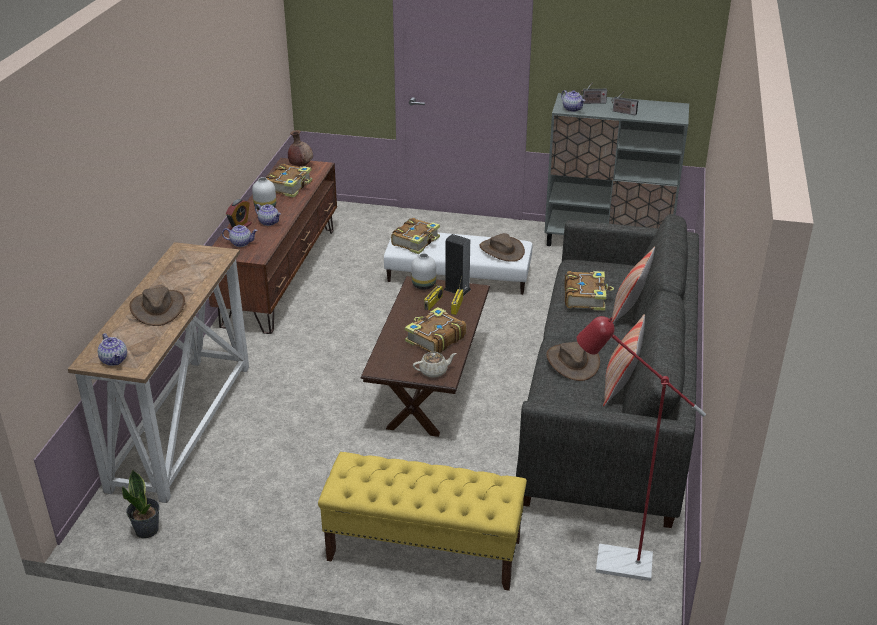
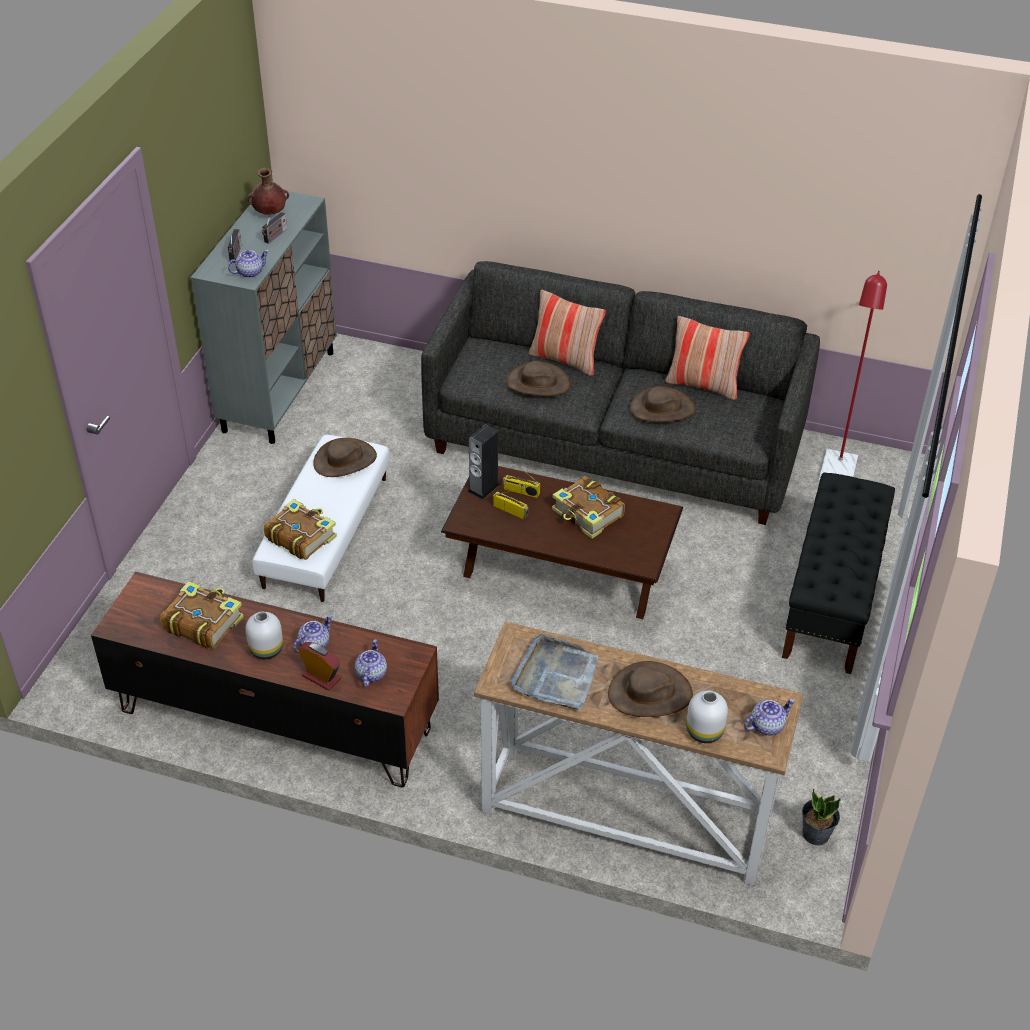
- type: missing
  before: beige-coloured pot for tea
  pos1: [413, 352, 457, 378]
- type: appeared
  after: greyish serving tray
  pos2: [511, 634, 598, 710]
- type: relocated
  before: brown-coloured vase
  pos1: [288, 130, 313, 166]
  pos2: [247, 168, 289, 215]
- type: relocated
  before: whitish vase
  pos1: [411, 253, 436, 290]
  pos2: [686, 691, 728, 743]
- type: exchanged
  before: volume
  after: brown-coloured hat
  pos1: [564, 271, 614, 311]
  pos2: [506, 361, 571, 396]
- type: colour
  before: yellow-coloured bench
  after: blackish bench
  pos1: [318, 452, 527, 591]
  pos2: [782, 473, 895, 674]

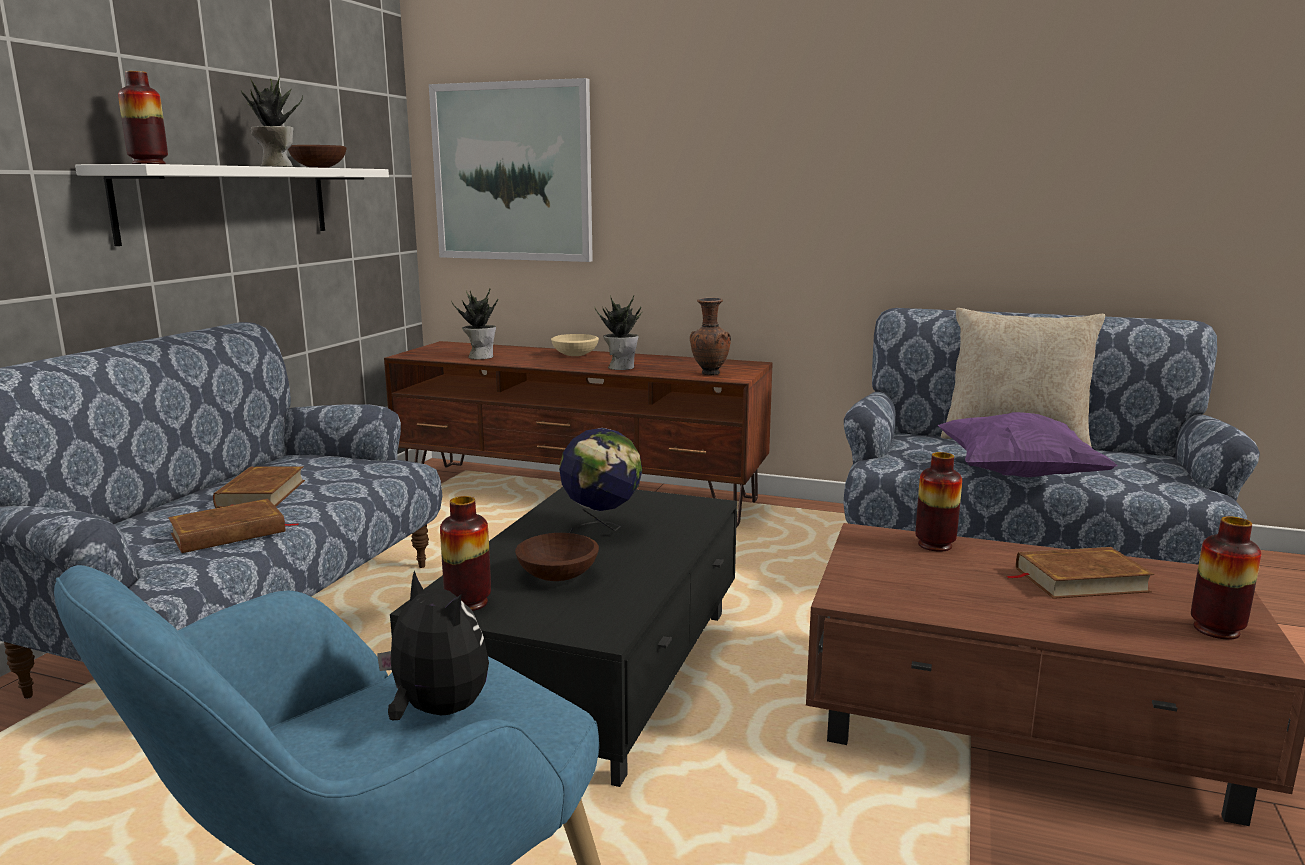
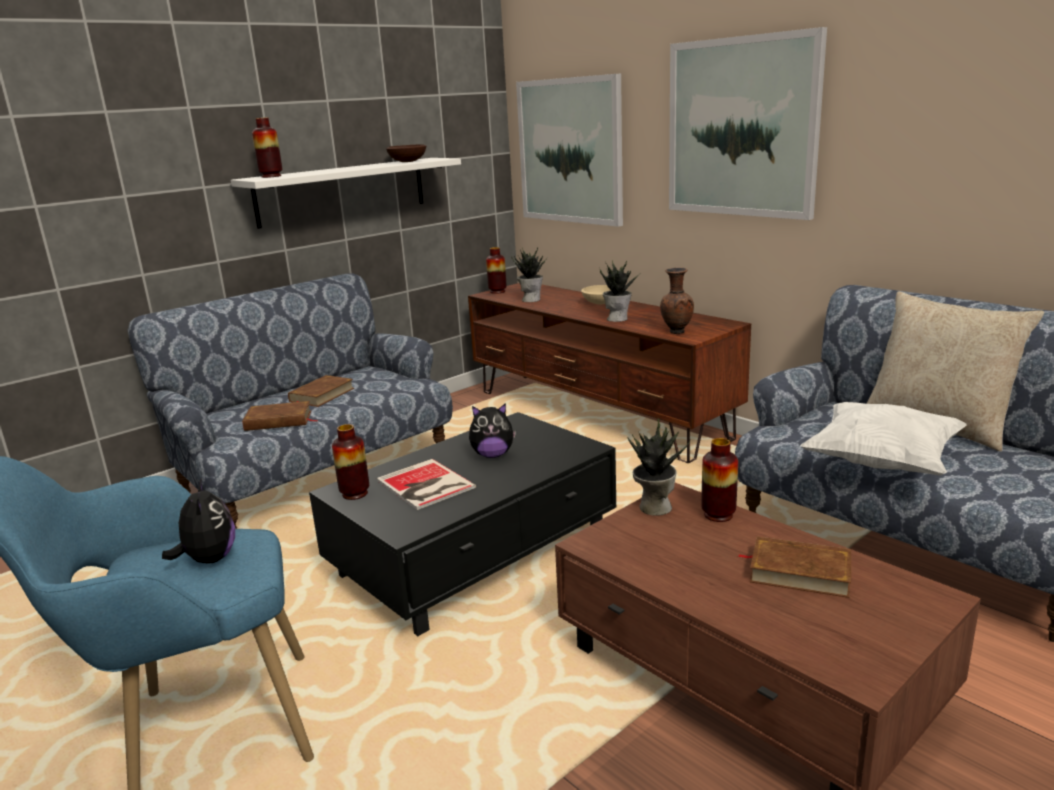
- type: appeared
  after: picture
  pos2: [669, 27, 827, 220]
- type: relocated
  before: potted plant
  pos1: [241, 77, 303, 167]
  pos2: [628, 418, 690, 515]
- type: relocated
  before: vase
  pos1: [1191, 516, 1261, 640]
  pos2: [486, 247, 507, 294]
- type: exchanged
  before: brown-coloured deep dish
  after: volume
  pos1: [515, 533, 599, 581]
  pos2: [376, 459, 476, 510]
- type: exchanged
  before: world globe
  after: plush toy
  pos1: [559, 428, 642, 533]
  pos2: [469, 403, 516, 458]
- type: colour
  before: purple throw pillow
  after: whitish throw pillow
  pos1: [938, 412, 1118, 477]
  pos2: [800, 402, 967, 476]

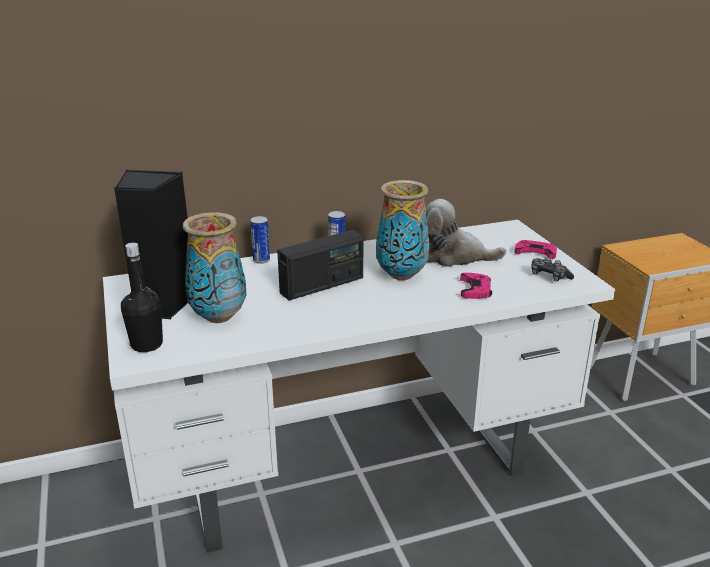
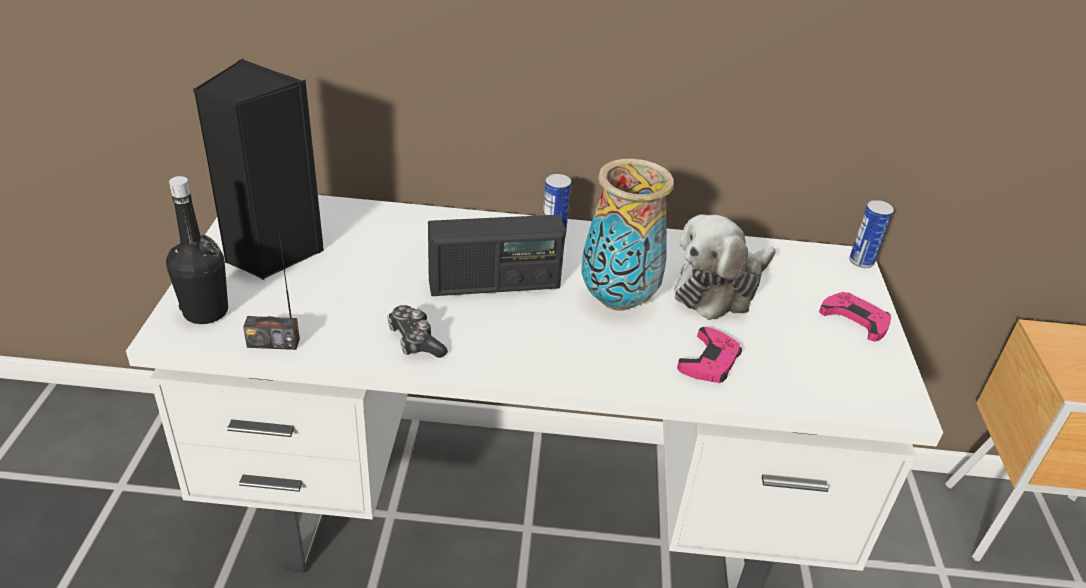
- type: missing
  before: vase
  pos1: [183, 212, 247, 323]
- type: appeared
  after: radio
  pos2: [243, 234, 300, 350]
- type: relocated
  before: metal can
  pos1: [250, 216, 270, 264]
  pos2: [849, 200, 894, 268]
- type: relocated
  before: gamepad
  pos1: [531, 257, 574, 282]
  pos2: [387, 305, 448, 358]
- type: spun
  before: plush toy
  pos1: [425, 199, 506, 267]
  pos2: [674, 214, 776, 320]
  turn: -75

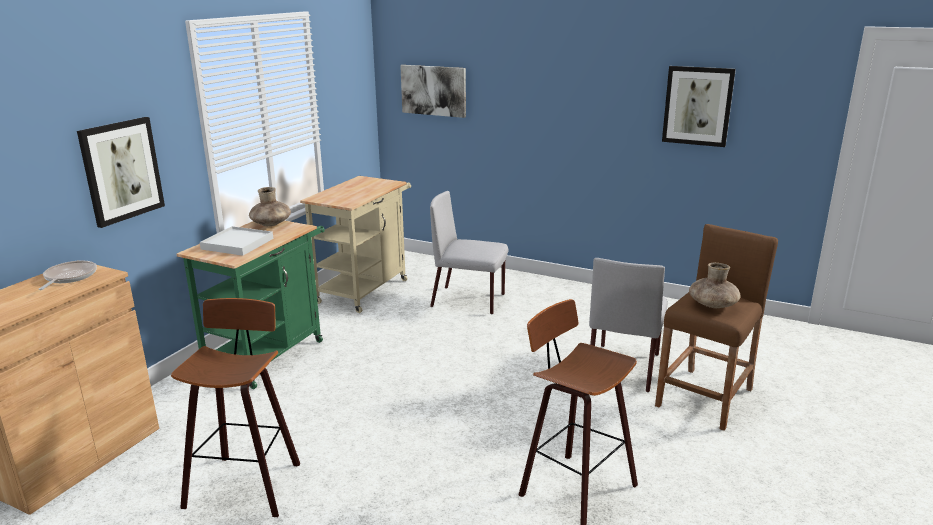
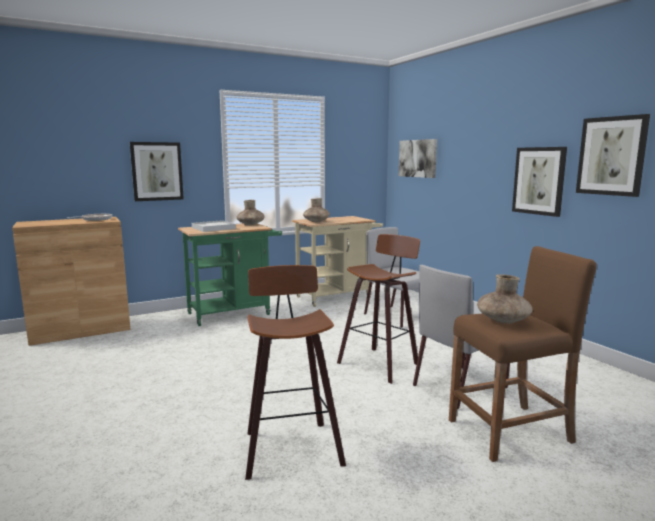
- type: appeared
  after: brown-coloured vase
  pos2: [303, 198, 330, 222]
- type: appeared
  after: picture
  pos2: [512, 147, 567, 217]
- type: relocated
  before: sitting stool
  pos1: [171, 298, 300, 517]
  pos2: [337, 234, 420, 384]

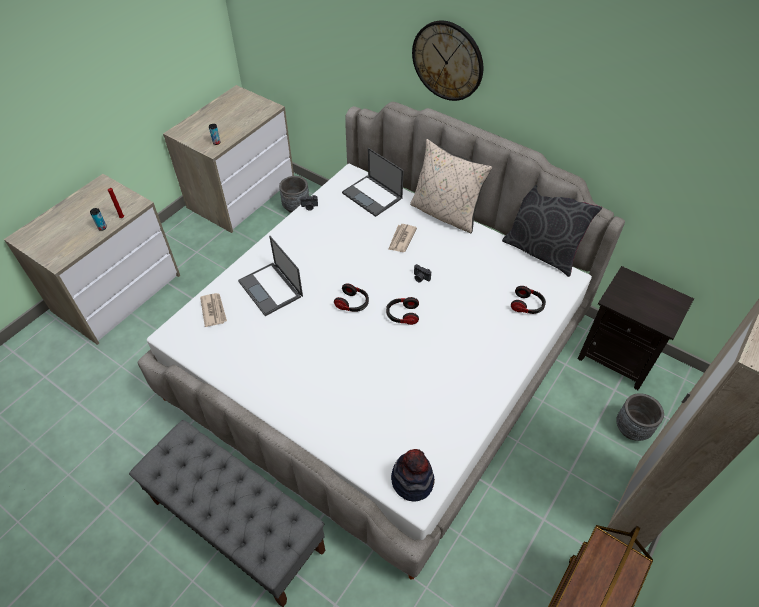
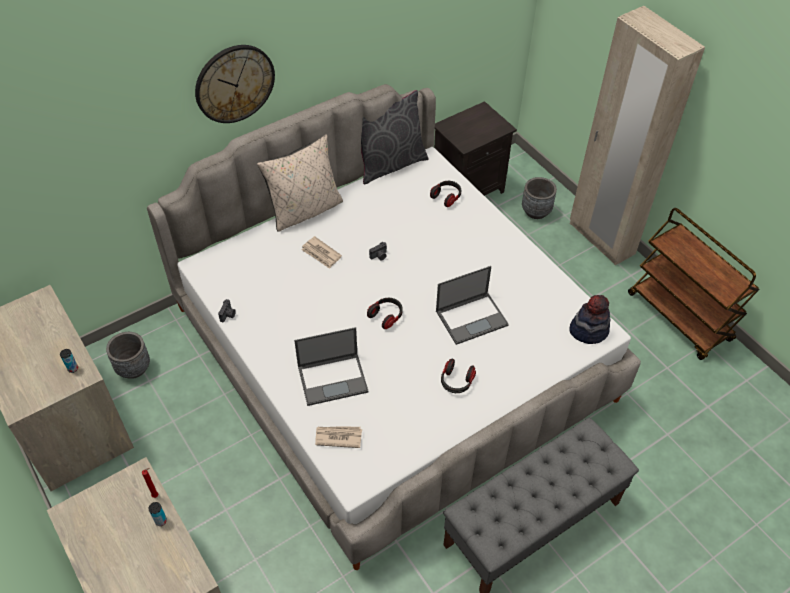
- type: relocated
  before: portable computer
  pos1: [342, 148, 404, 217]
  pos2: [436, 266, 509, 345]
- type: relocated
  before: headset
  pos1: [386, 297, 419, 325]
  pos2: [441, 359, 476, 393]

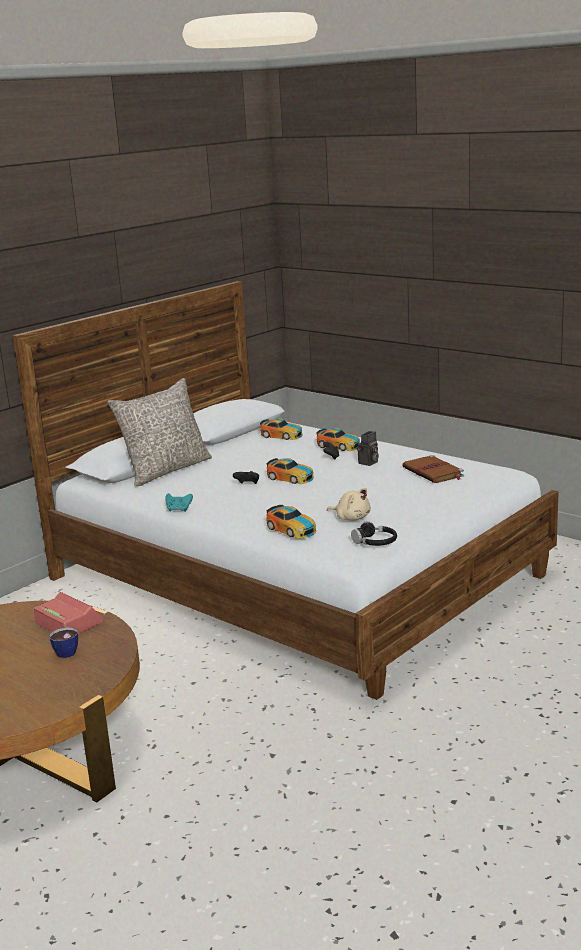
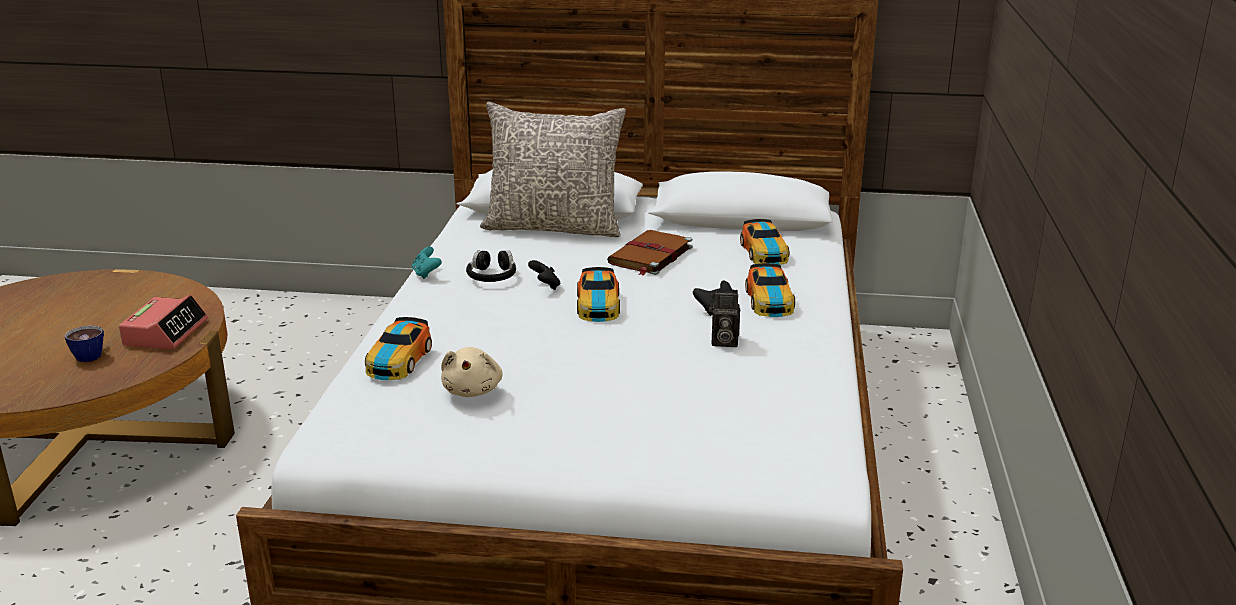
- type: relocated
  before: blackish headset
  pos1: [351, 521, 397, 546]
  pos2: [466, 250, 516, 282]
- type: relocated
  before: brown-coloured volume
  pos1: [402, 455, 464, 483]
  pos2: [607, 230, 693, 276]

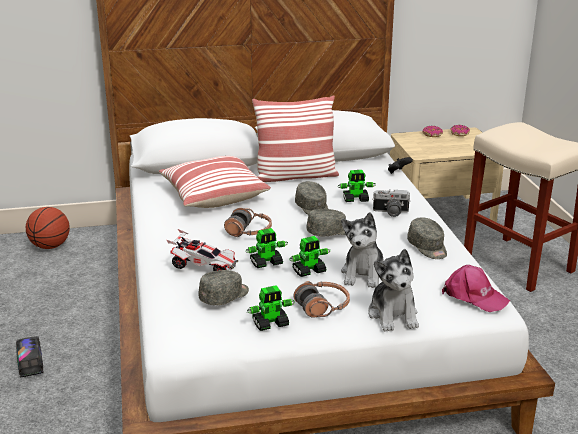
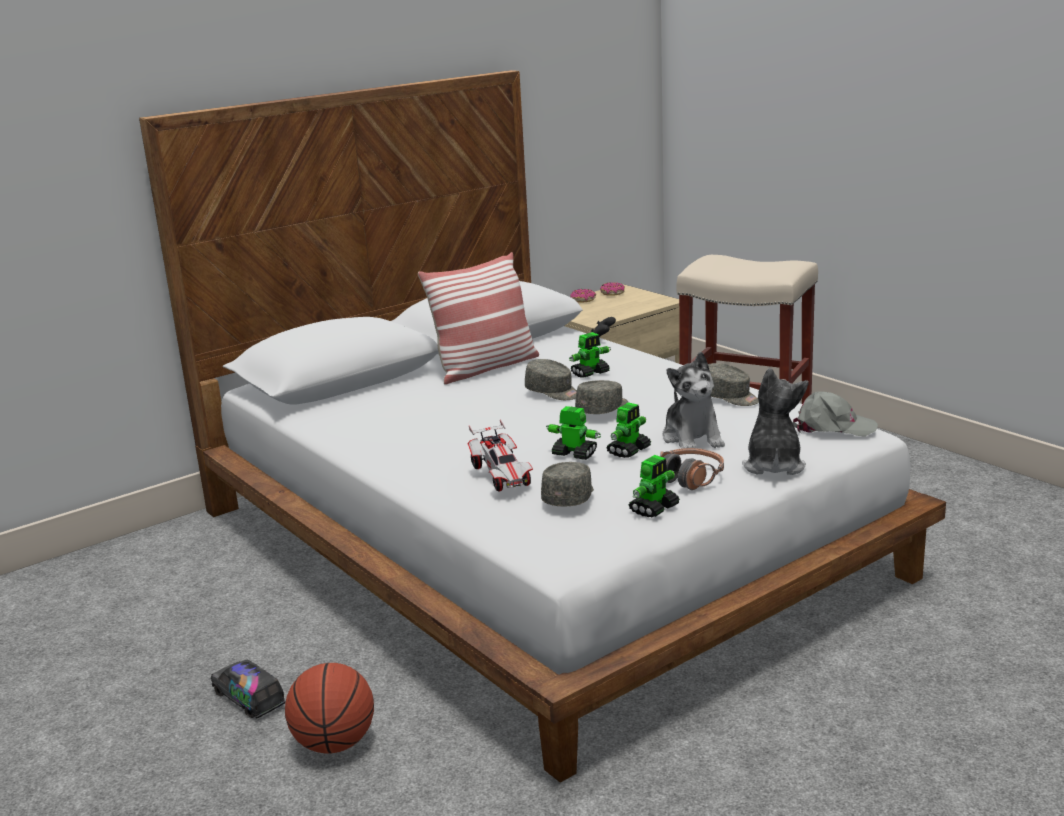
- type: missing
  before: throw pillow
  pos1: [159, 156, 271, 208]
- type: missing
  before: headset
  pos1: [224, 208, 272, 237]
- type: missing
  before: photo camera
  pos1: [372, 189, 410, 217]
- type: relocated
  before: basketball ball
  pos1: [26, 207, 70, 249]
  pos2: [285, 663, 374, 753]
- type: colour
  before: pink-coloured cap
  after: greyish cap
  pos1: [442, 265, 510, 312]
  pos2: [793, 391, 878, 437]
- type: spun
  before: model car
  pos1: [167, 229, 238, 271]
  pos2: [467, 419, 533, 492]
  turn: 75
- type: spun
  before: toy robot
  pos1: [245, 228, 288, 268]
  pos2: [546, 406, 601, 460]
  turn: -105
- type: spun
  before: plush toy
  pos1: [368, 249, 419, 332]
  pos2: [742, 368, 808, 475]
  turn: -135

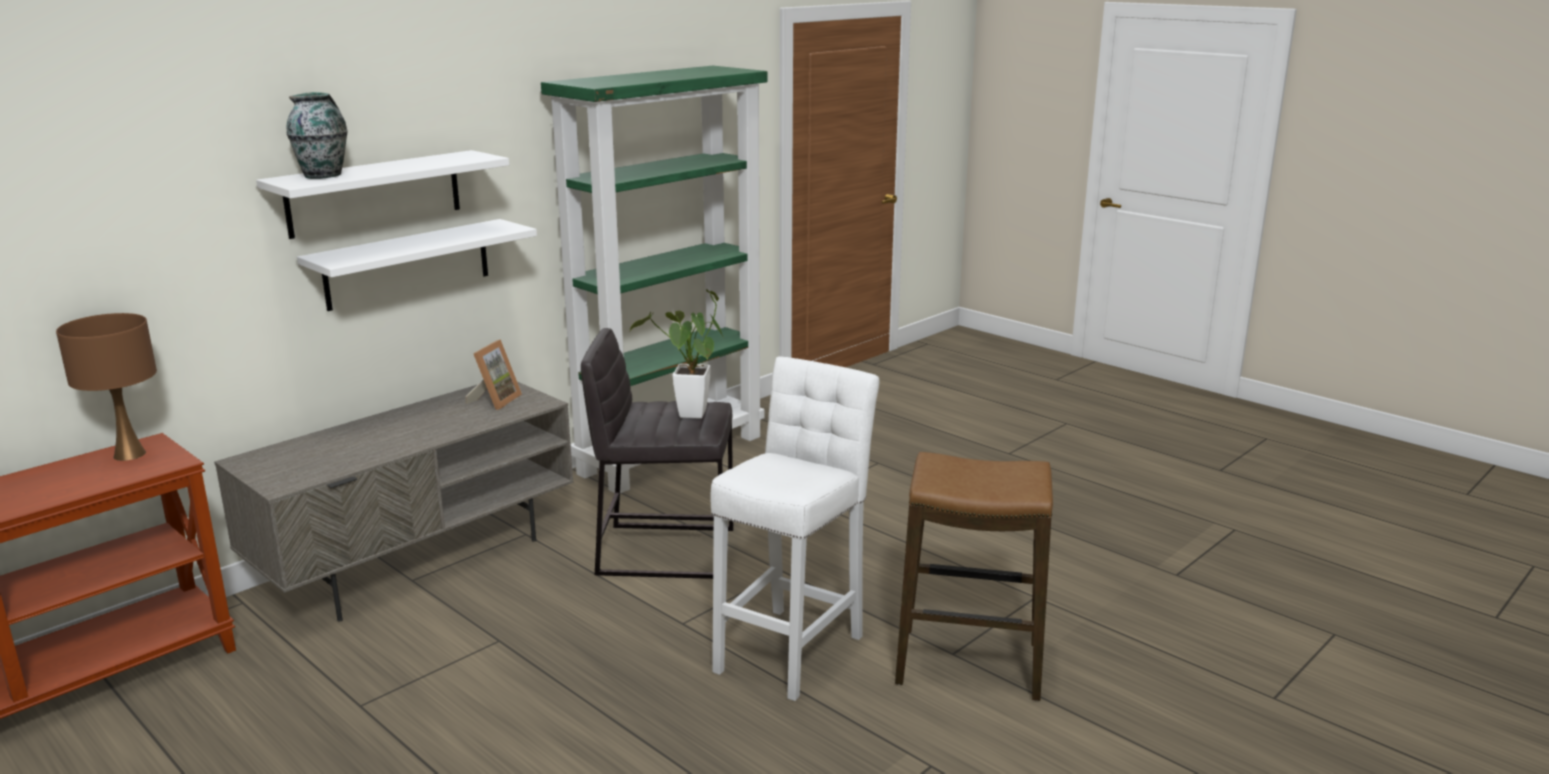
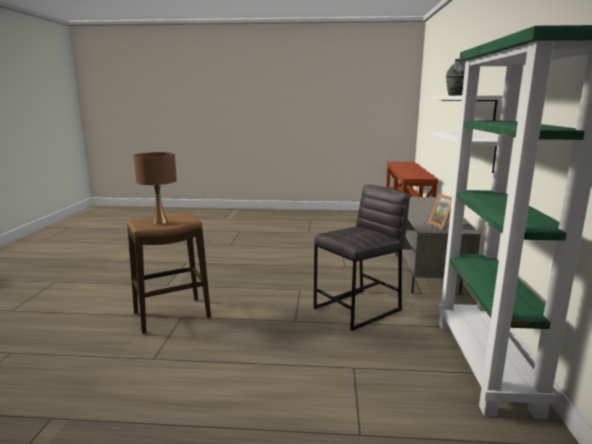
- type: missing
  before: potted plant
  pos1: [630, 289, 723, 419]
- type: missing
  before: whitish sitting stool
  pos1: [710, 356, 879, 701]
- type: relocated
  before: brown-coloured lamp for a table
  pos1: [56, 313, 157, 461]
  pos2: [134, 152, 177, 224]

